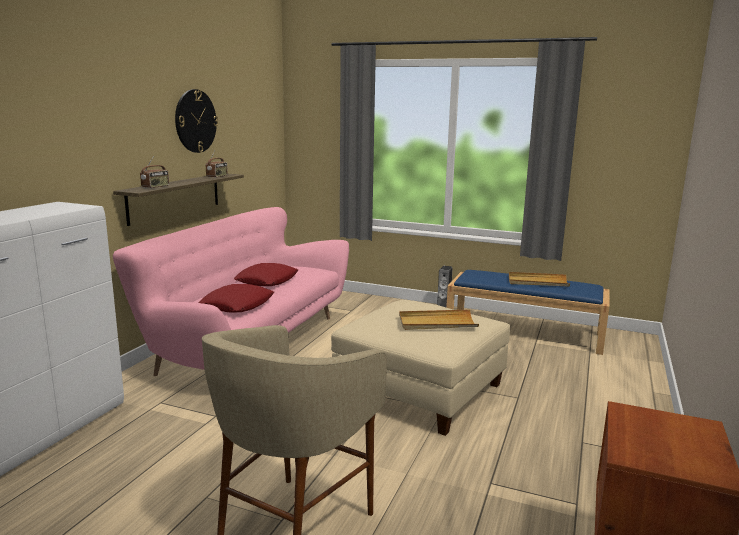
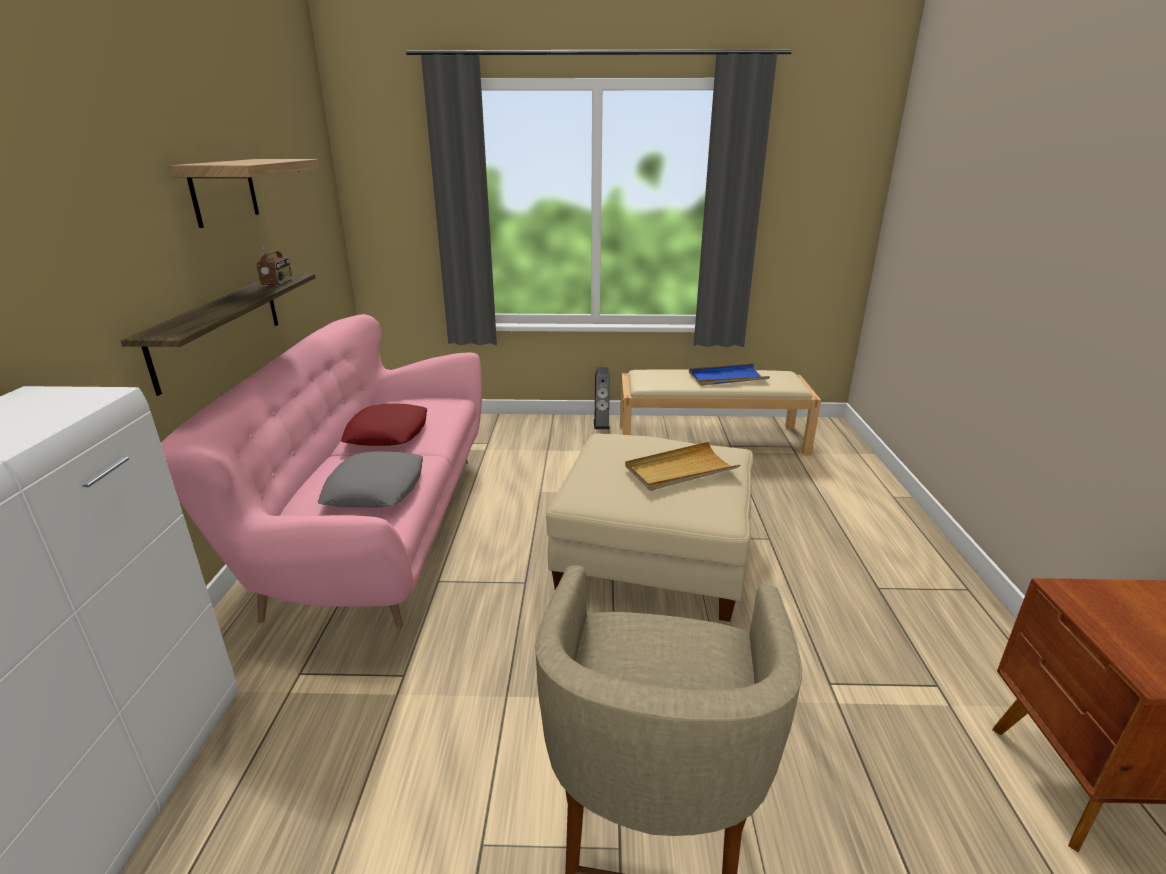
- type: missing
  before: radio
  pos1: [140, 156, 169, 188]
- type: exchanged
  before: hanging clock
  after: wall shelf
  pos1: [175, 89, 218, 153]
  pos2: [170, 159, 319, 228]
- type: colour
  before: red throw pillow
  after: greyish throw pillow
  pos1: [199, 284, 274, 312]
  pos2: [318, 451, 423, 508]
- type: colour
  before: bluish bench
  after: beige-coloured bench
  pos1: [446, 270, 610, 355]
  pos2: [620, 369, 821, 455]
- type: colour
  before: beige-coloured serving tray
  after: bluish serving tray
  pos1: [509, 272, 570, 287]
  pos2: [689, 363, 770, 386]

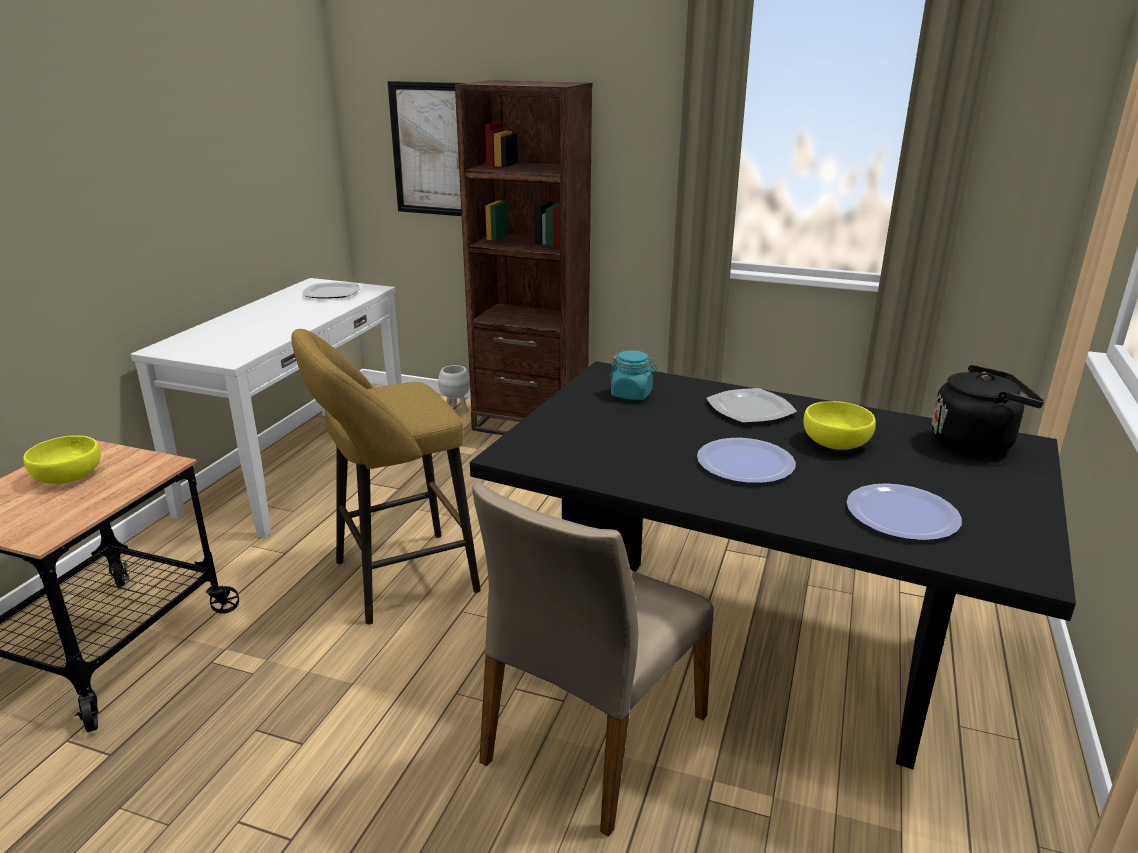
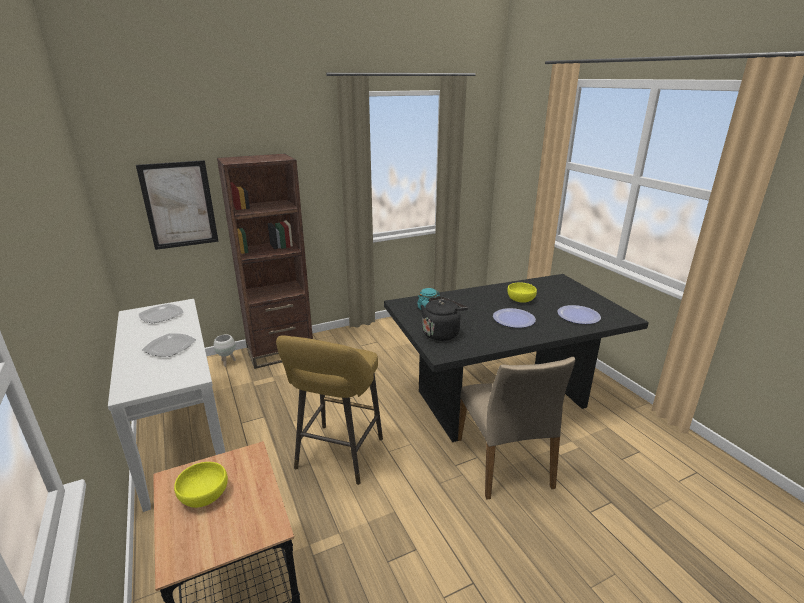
- type: relocated
  before: plate
  pos1: [706, 388, 797, 423]
  pos2: [142, 333, 196, 357]
- type: relocated
  before: blackish kettle
  pos1: [932, 365, 1044, 456]
  pos2: [421, 296, 468, 341]

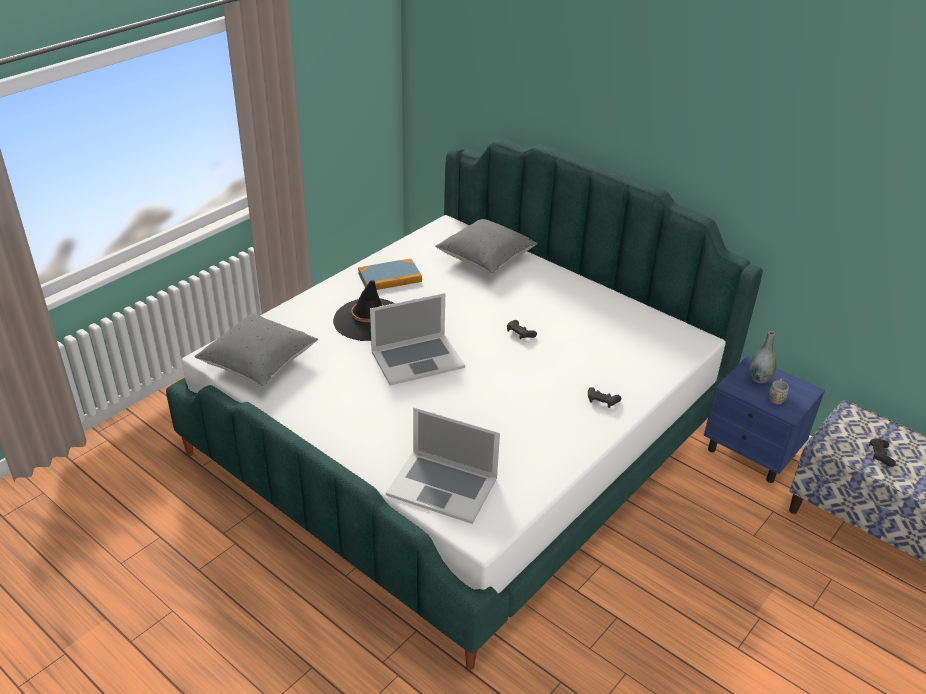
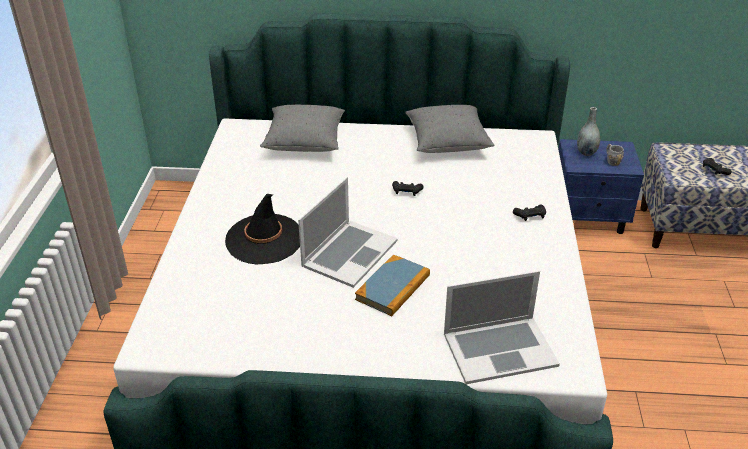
- type: relocated
  before: greyish throw pillow
  pos1: [195, 313, 318, 386]
  pos2: [405, 105, 495, 153]
- type: relocated
  before: volume
  pos1: [358, 259, 422, 290]
  pos2: [355, 255, 430, 316]

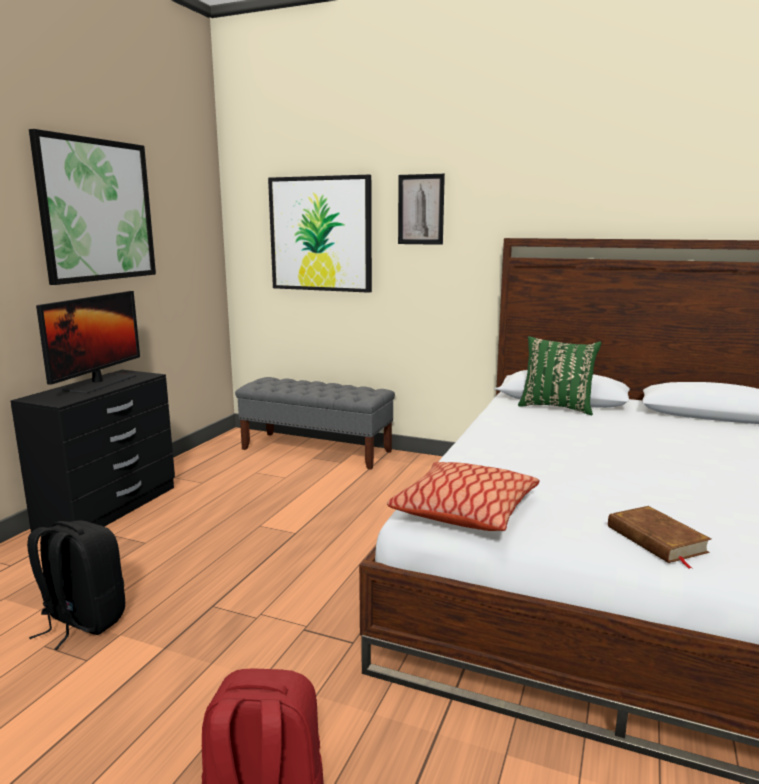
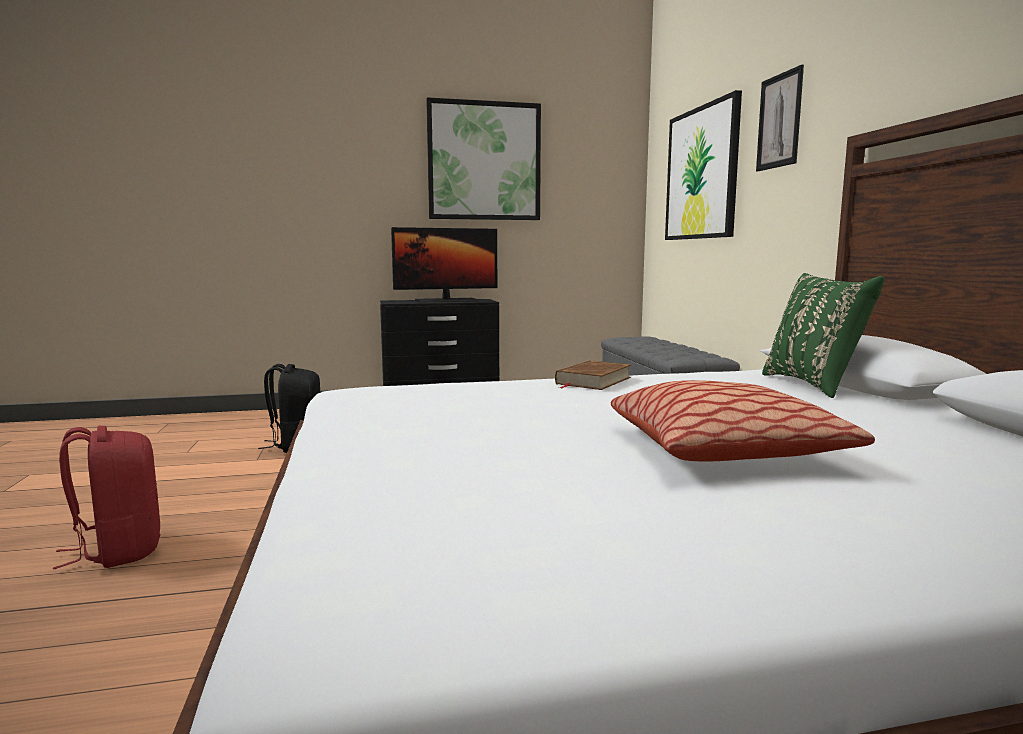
- type: relocated
  before: throw pillow
  pos1: [387, 462, 539, 531]
  pos2: [611, 380, 875, 461]
- type: relocated
  before: brown-coloured volume
  pos1: [608, 506, 711, 569]
  pos2: [555, 360, 631, 390]

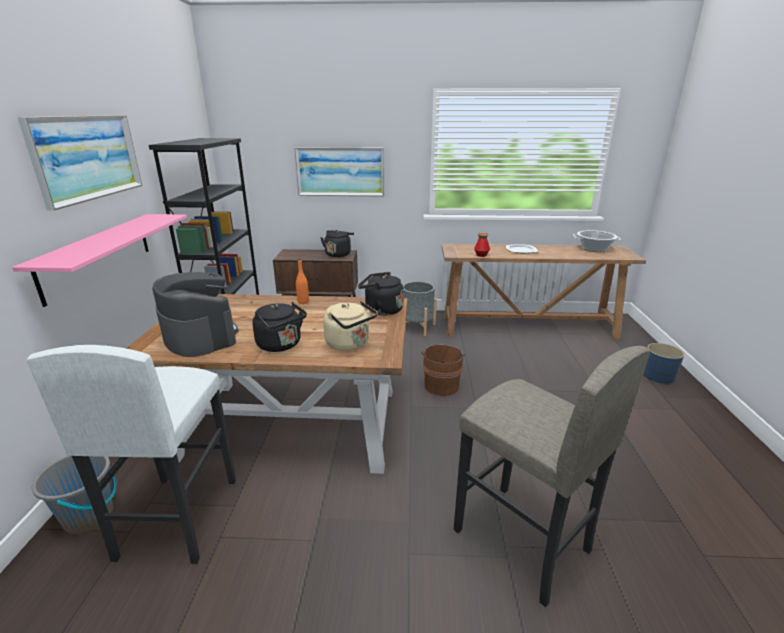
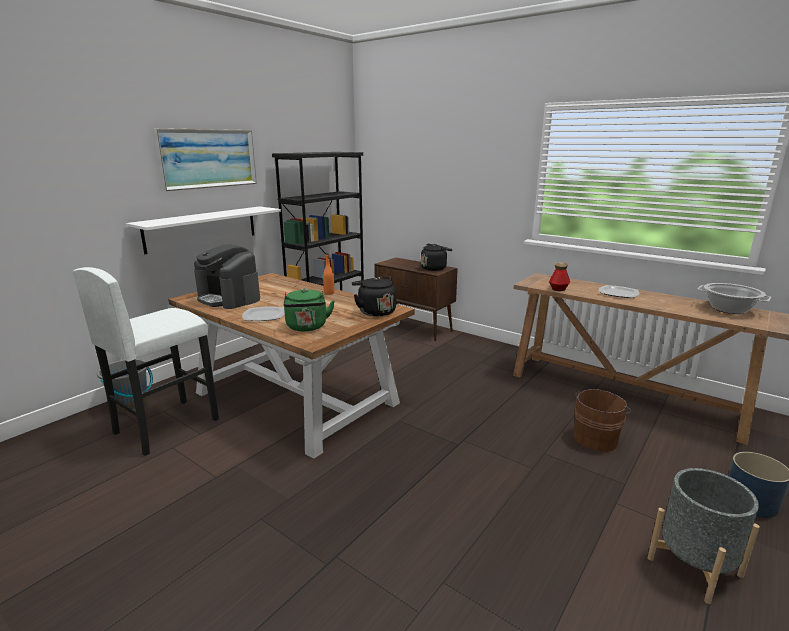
- type: missing
  before: picture
  pos1: [294, 147, 384, 196]
- type: missing
  before: greyish sitting stool
  pos1: [454, 346, 650, 607]
- type: relocated
  before: greyish planter
  pos1: [403, 281, 437, 336]
  pos2: [648, 468, 760, 604]
- type: relocated
  before: brown-coloured pail
  pos1: [421, 345, 465, 396]
  pos2: [574, 389, 631, 452]
- type: exchanged
  before: blackish kettle
  after: plate
  pos1: [252, 302, 307, 352]
  pos2: [242, 306, 285, 321]
- type: colour
  before: pink-coloured wall shelf
  after: whitish wall shelf
  pos1: [12, 214, 187, 307]
  pos2: [126, 206, 281, 254]
- type: colour
  before: beige-coloured kettle
  after: green-coloured kettle
  pos1: [323, 301, 378, 351]
  pos2: [283, 288, 335, 331]
- type: spun
  before: coffee machine
  pos1: [152, 272, 239, 357]
  pos2: [194, 244, 260, 309]
  turn: 135

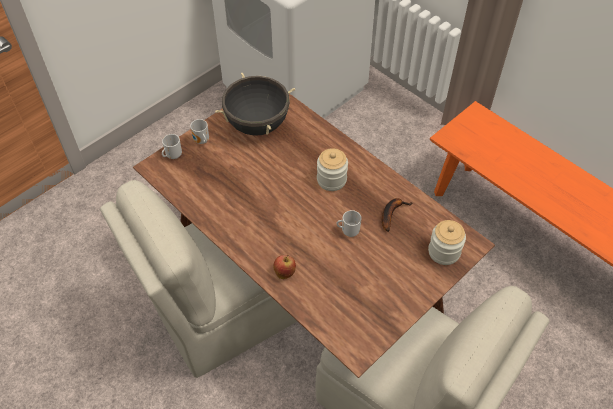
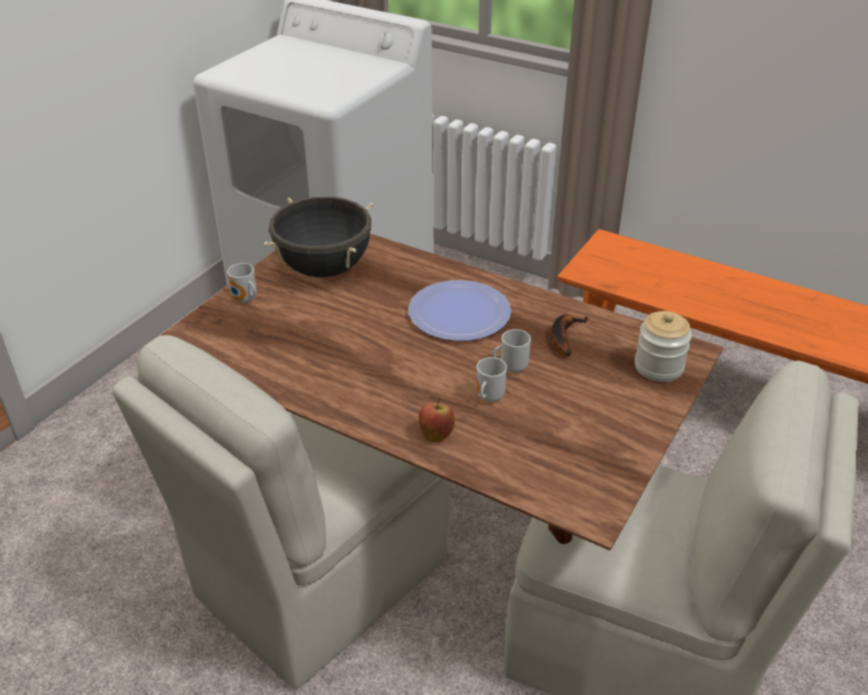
- type: relocated
  before: coffee mug
  pos1: [162, 134, 182, 159]
  pos2: [476, 357, 507, 402]
- type: exchanged
  before: storage jar
  after: plate
  pos1: [317, 148, 348, 191]
  pos2: [408, 280, 511, 341]

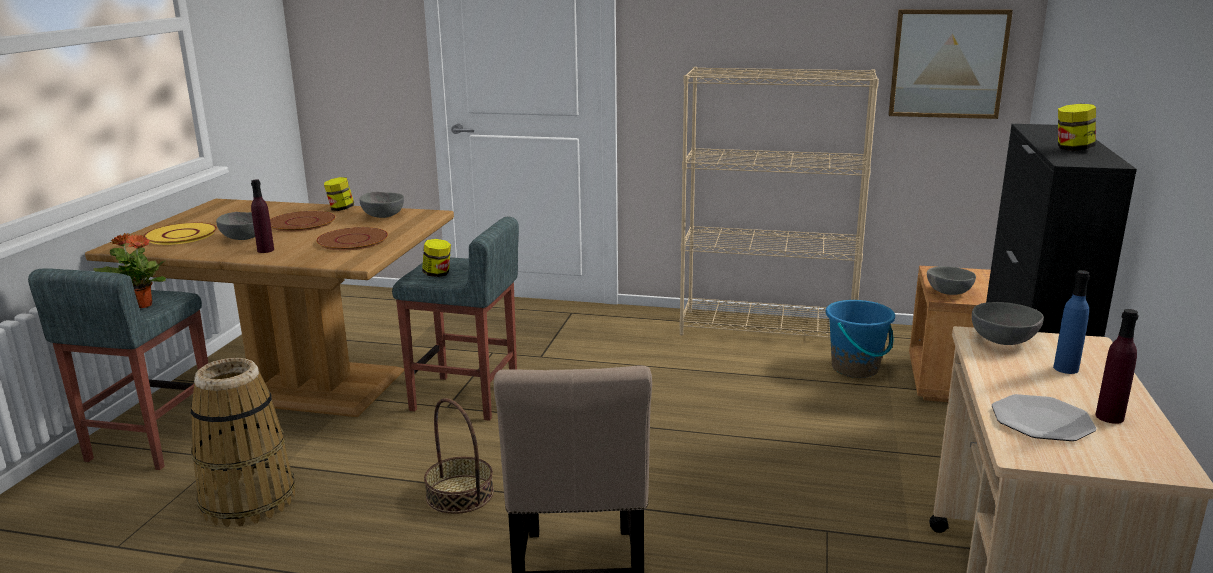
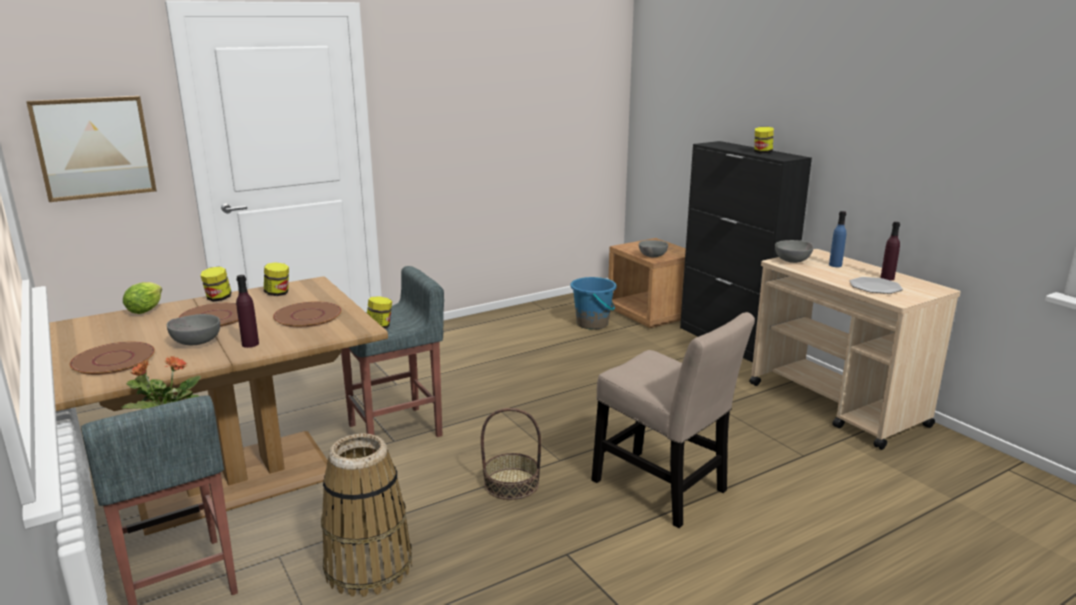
- type: missing
  before: beige-coloured bookcase
  pos1: [679, 67, 879, 337]
- type: appeared
  after: lettuce head
  pos2: [123, 282, 162, 314]
- type: relocated
  before: picture
  pos1: [888, 9, 1013, 119]
  pos2: [26, 96, 157, 202]
- type: exchanged
  before: greyish deep dish
  after: storage jar
  pos1: [360, 192, 404, 218]
  pos2: [264, 262, 289, 296]
- type: colour
  before: yellow-coloured plate
  after: brown-coloured plate
  pos1: [143, 222, 217, 245]
  pos2: [70, 342, 155, 375]

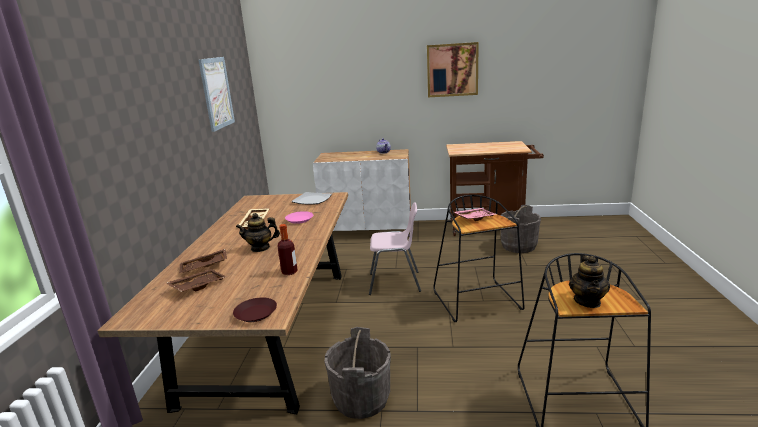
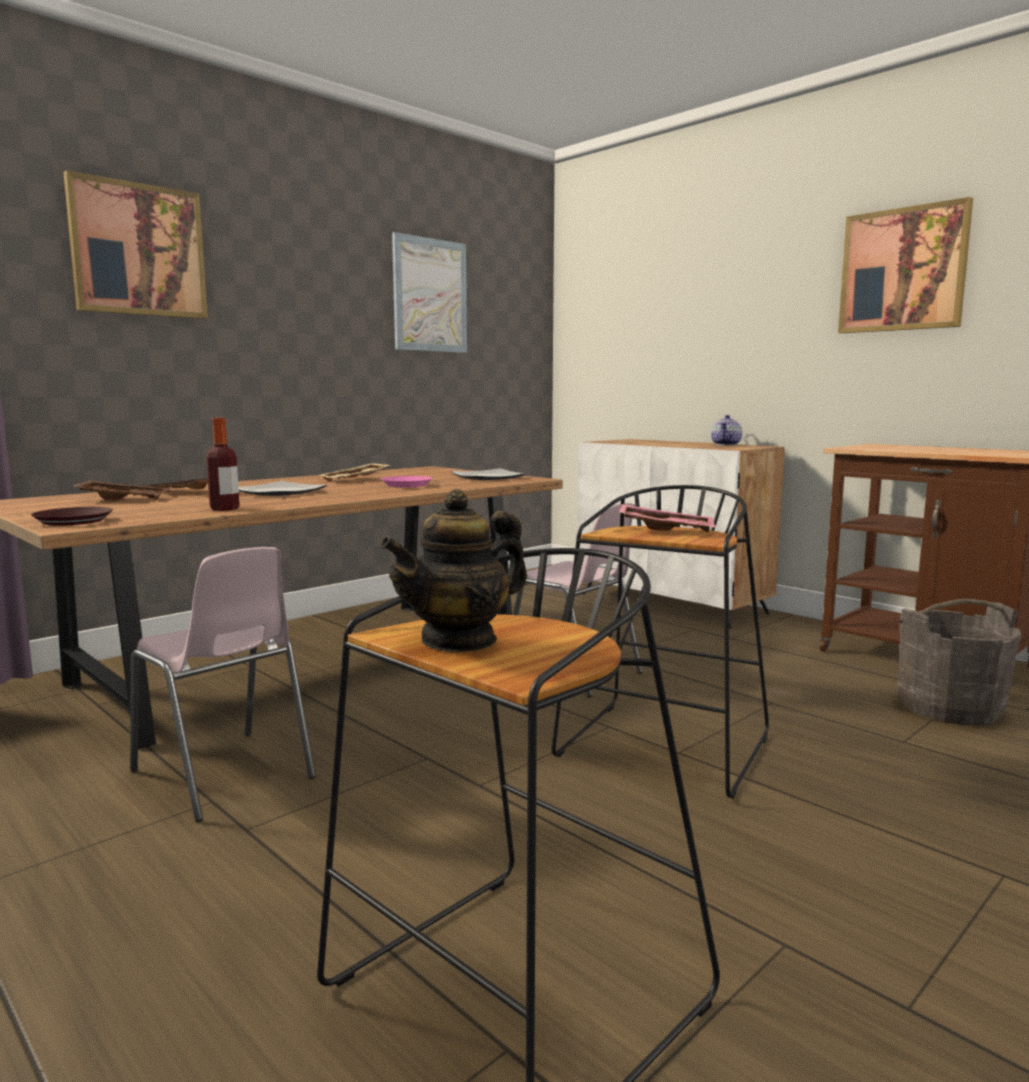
- type: appeared
  after: picture
  pos2: [63, 170, 208, 319]
- type: exchanged
  before: pot for tea
  after: plate
  pos1: [236, 213, 280, 252]
  pos2: [239, 481, 327, 496]
- type: exchanged
  before: greyish pail
  after: pink-coloured chair
  pos1: [324, 327, 391, 419]
  pos2: [130, 547, 316, 822]

